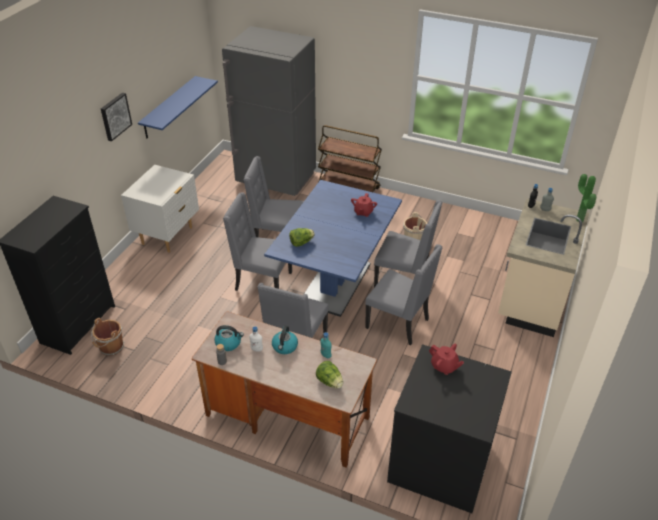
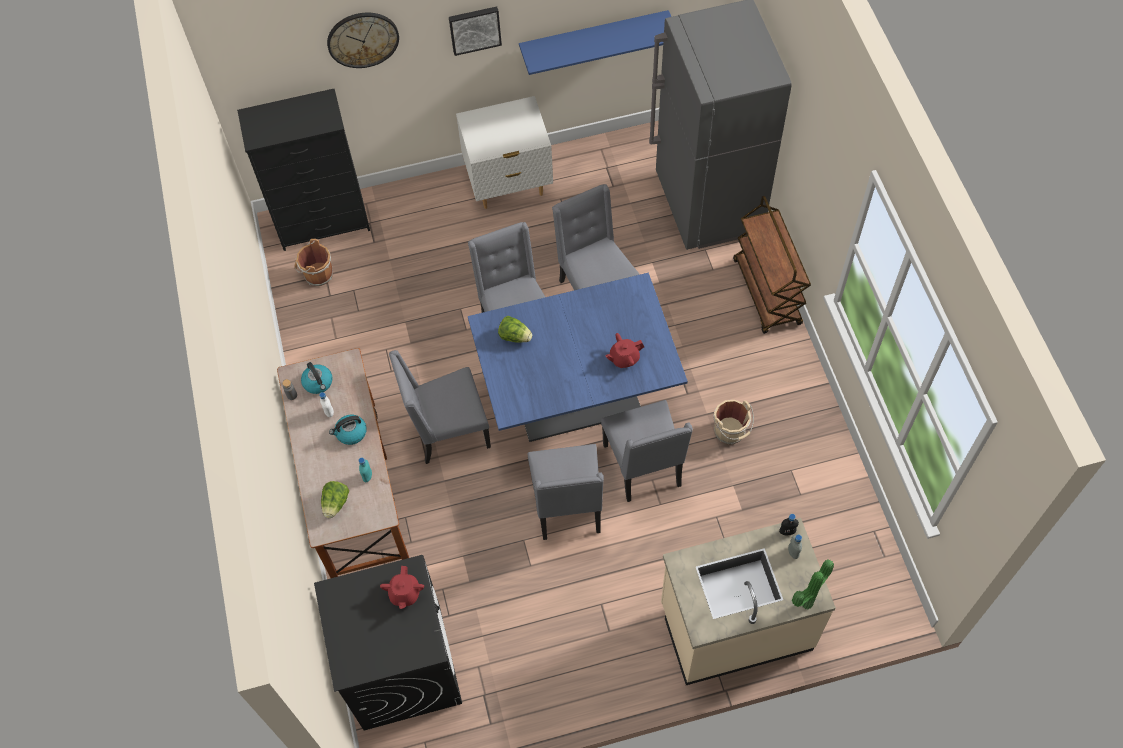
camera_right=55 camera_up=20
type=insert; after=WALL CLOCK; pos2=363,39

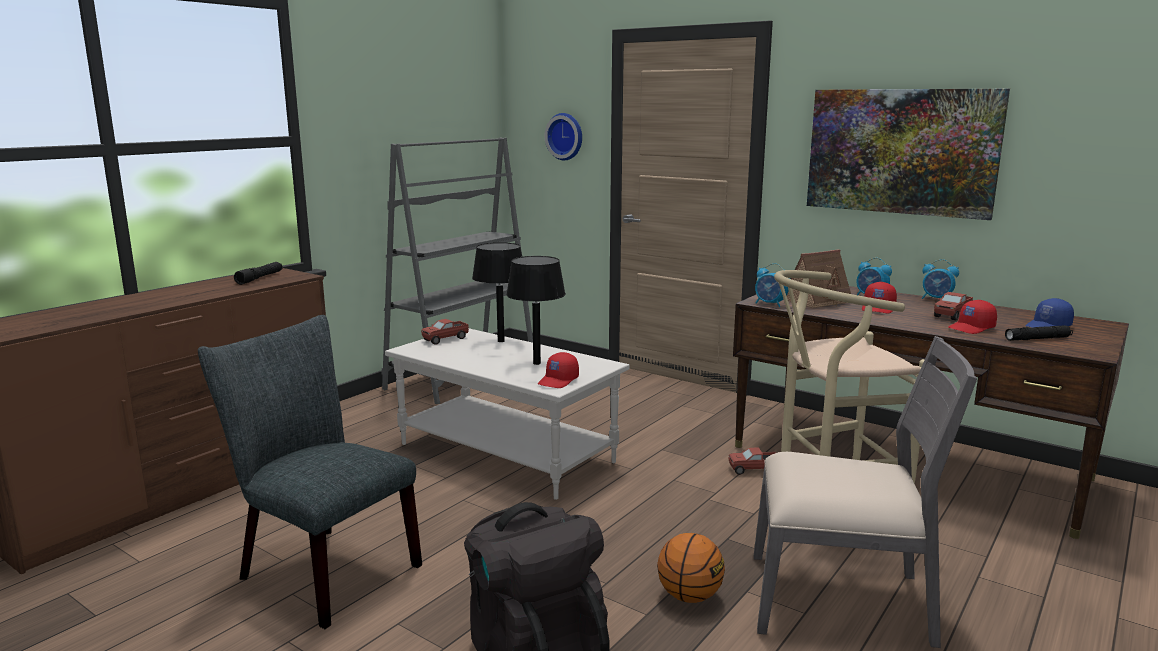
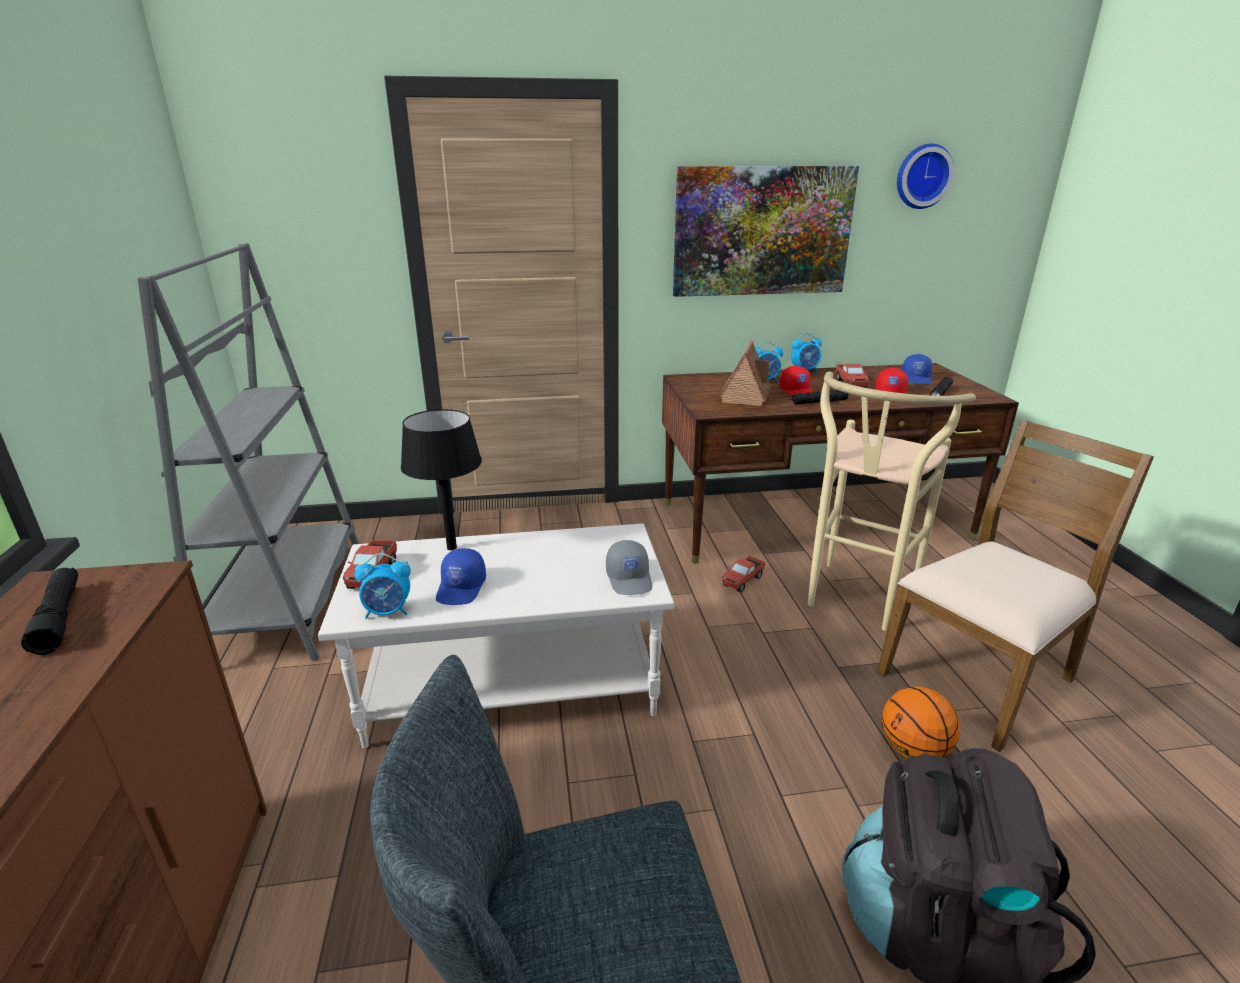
camera_right=-45 camera_up=10
type=delete; before=BLACK TABLE LAMP; pos1=536,363
type=insert; after=BLUE CAP; pos2=462,588
type=insert; after=BLACK FLASHLIGHT; pos2=818,402
type=move; before=WALL CLOCK; pos1=566,136; pos2=922,176
type=move; before=ALARM CLOCK; pos1=770,304; pos2=388,612
type=recolor; before=RED CAP; after=GREY CAP; pos1=559,381; pos2=630,579
type=recolor; before=GREY CHAIR; after=BROWN CHAIR; pos1=840,600; pos2=980,677

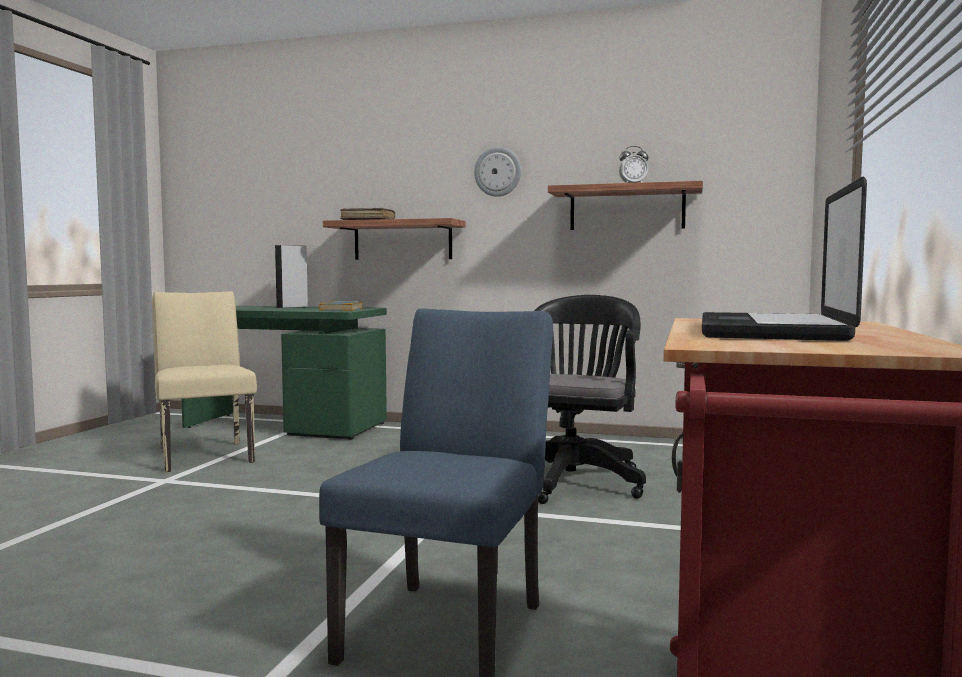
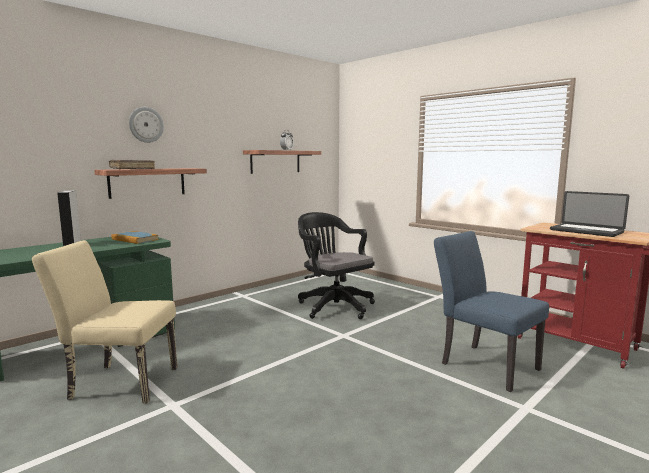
camera_right=-60 camera_up=5
type=move; before=WALL CLOCK; pos1=498,172; pos2=146,124

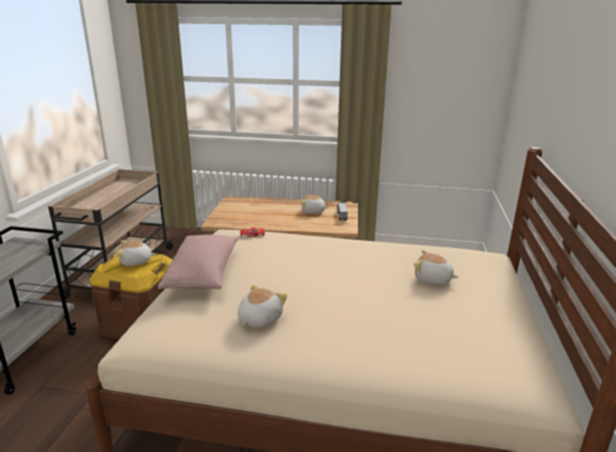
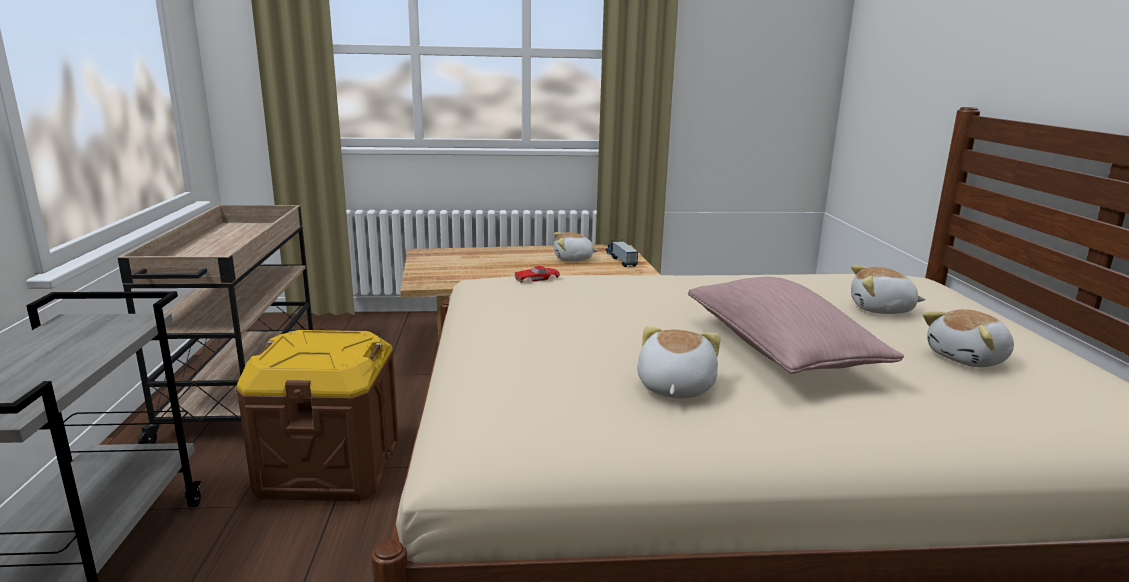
camera_right=-15 camera_up=-5
type=move; before=PLUSH TOY; pos1=136,262; pos2=969,359
type=move; before=PINK PILLOW; pos1=203,274; pos2=779,351

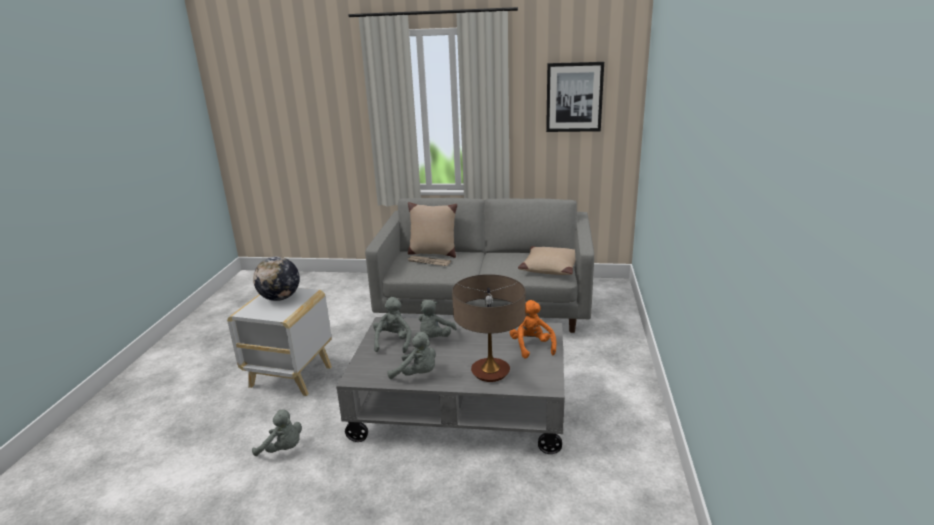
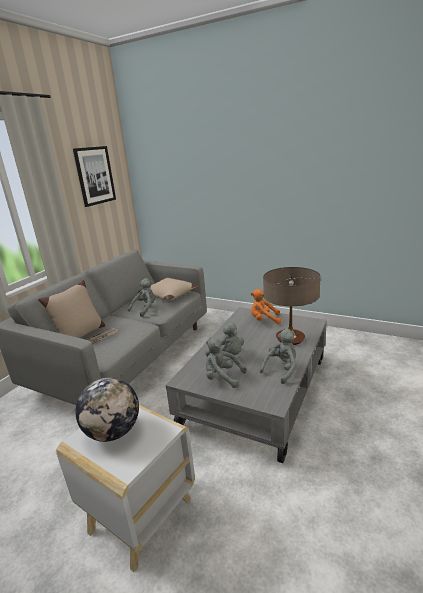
camera_right=-70 camera_up=0
type=move; before=GREY PLUSH TOY; pos1=283,449; pos2=145,309

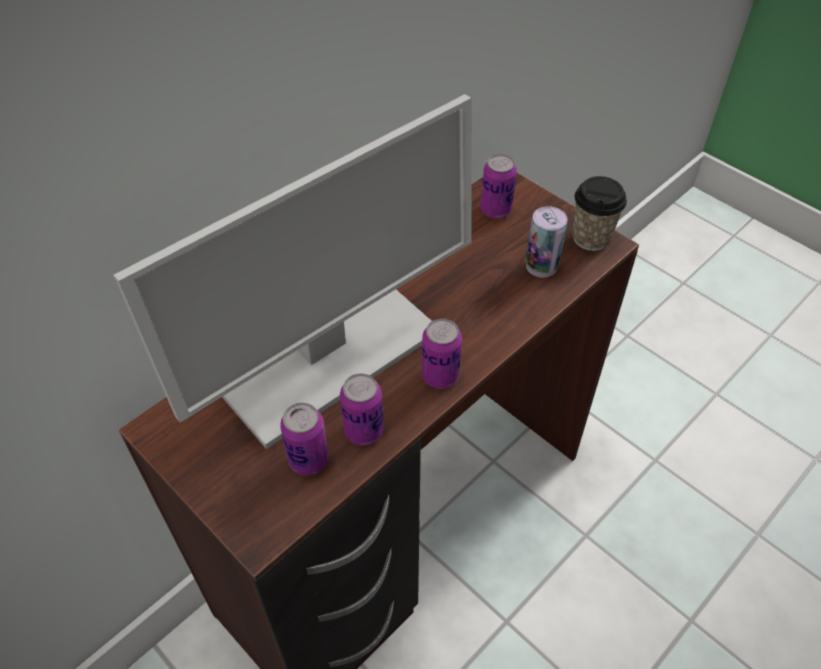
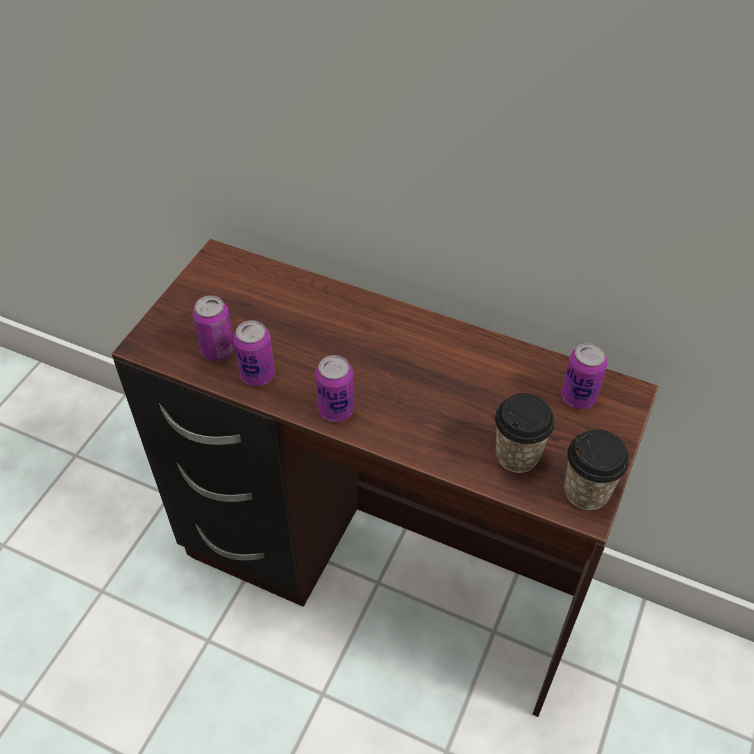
camera_right=70 camera_up=0
type=delete; before=MONITOR; pos1=325,358
type=replace; before=CAN; after=CUP; pos1=541,266; pos2=517,455

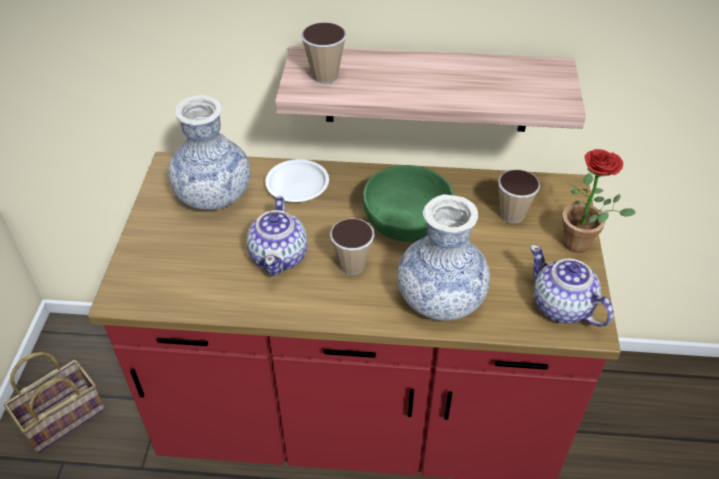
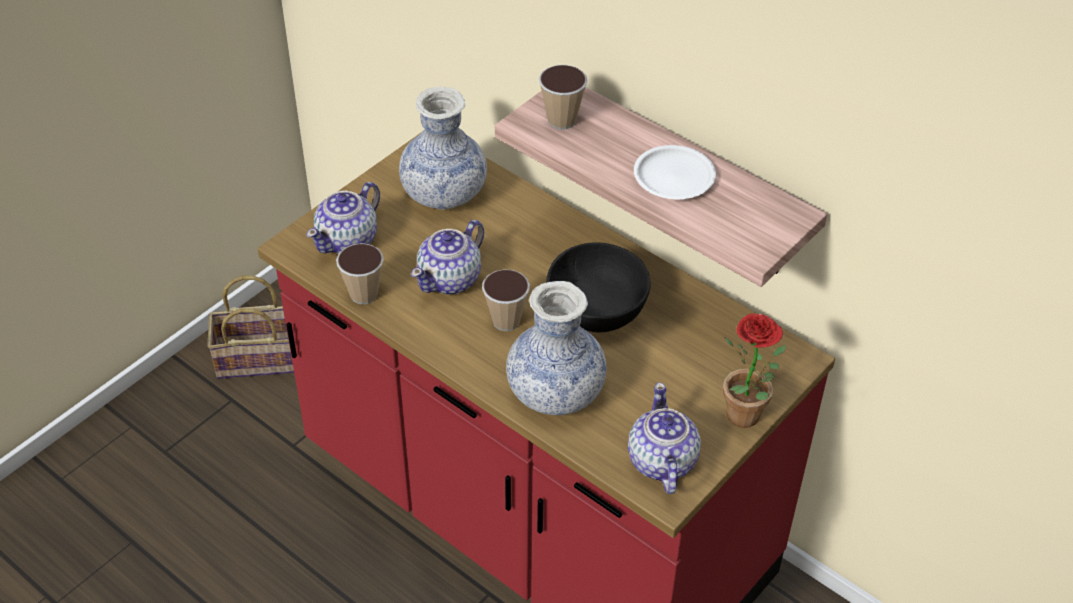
camera_right=35 camera_up=0
type=insert; after=TEAPOT; pos2=348,240
type=move; before=WHITE PLATE; pos1=297,184; pos2=674,177
type=move; before=CUP; pos1=512,215; pos2=363,294
type=recolor; before=GREEN BOWL; after=BLACK BOWL; pos1=407,221; pos2=597,308

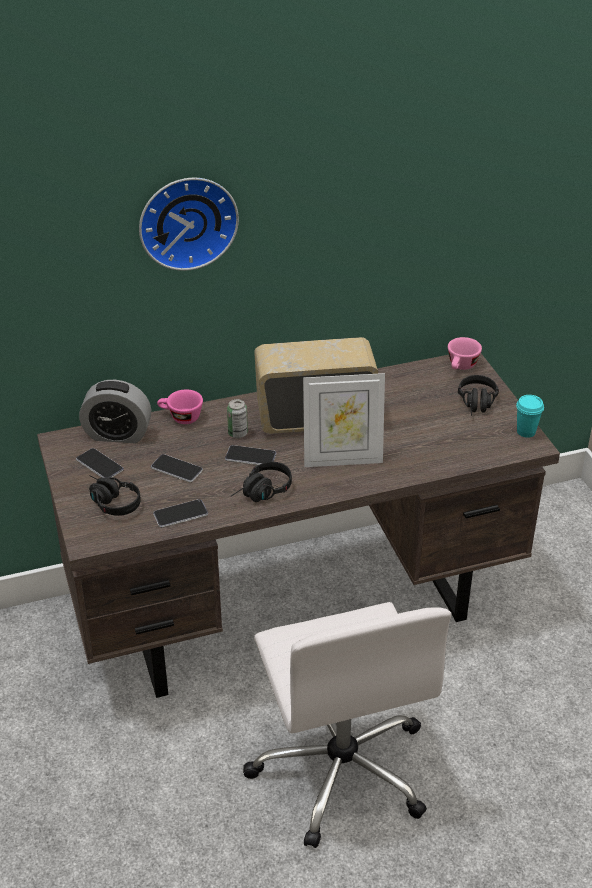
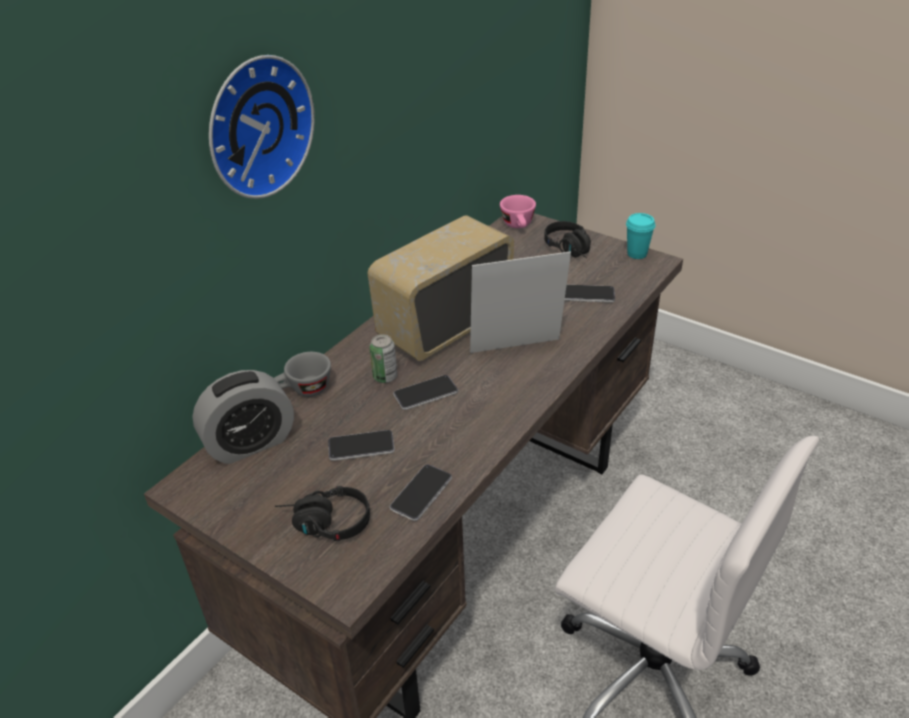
camera_right=-35 camera_up=0
type=delete; before=BLACK HEADPHONES; pos1=262,493
type=move; before=PHONE; pos1=99,465; pos2=587,294
type=recolor; before=PINK CUP; after=GREY CUP; pos1=180,417; pos2=304,390
type=rotate; before=PICTURE FRAME; pos1=342,459; pos2=517,351; turn=-150

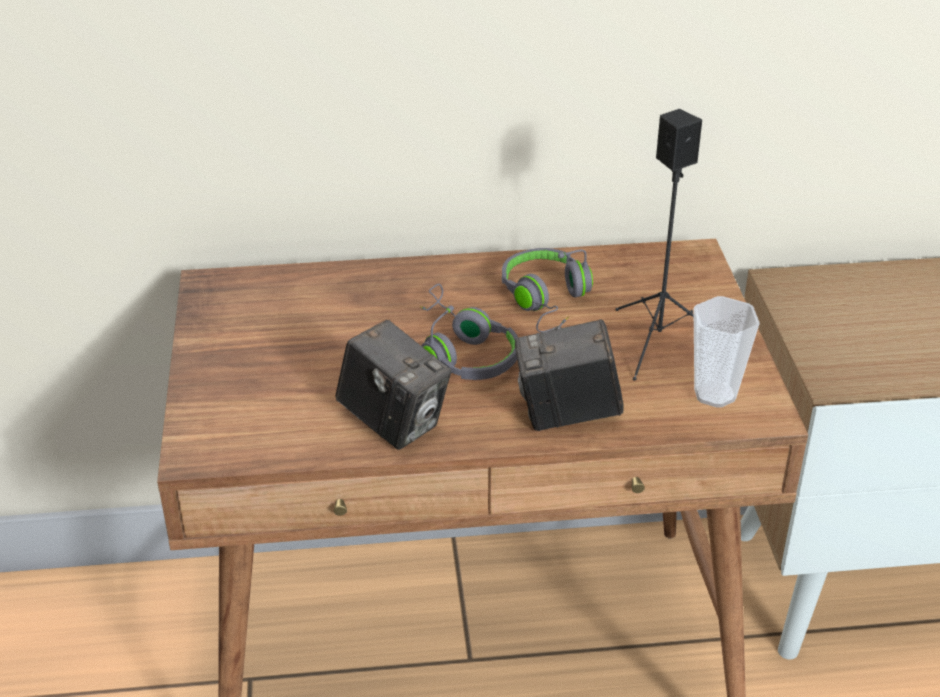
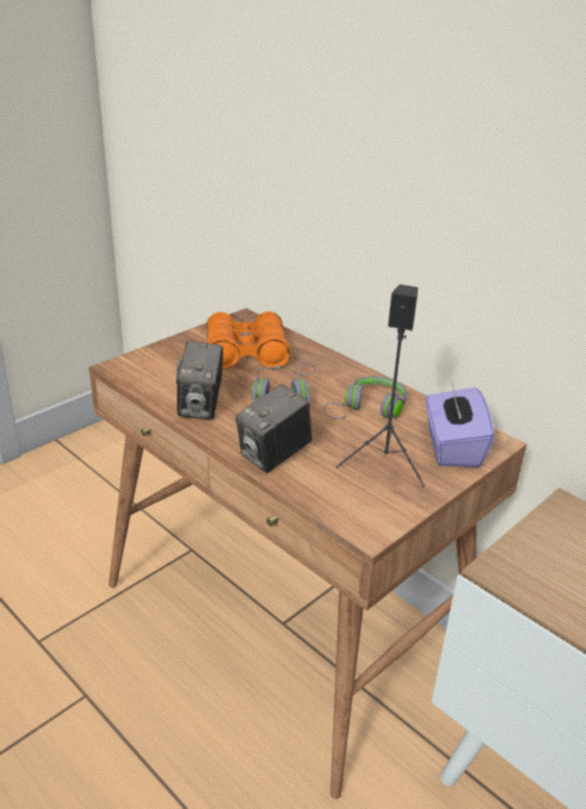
camera_right=50 camera_up=-5
type=delete; before=CUP; pos1=715,394
type=insert; after=ORANGE BINOCULARS; pos2=246,354
type=insert; after=PURPLE TISSUE BOX; pos2=452,447
type=rotate; before=PHOTO CAMERA; pos1=567,414; pos2=274,456; turn=-90

